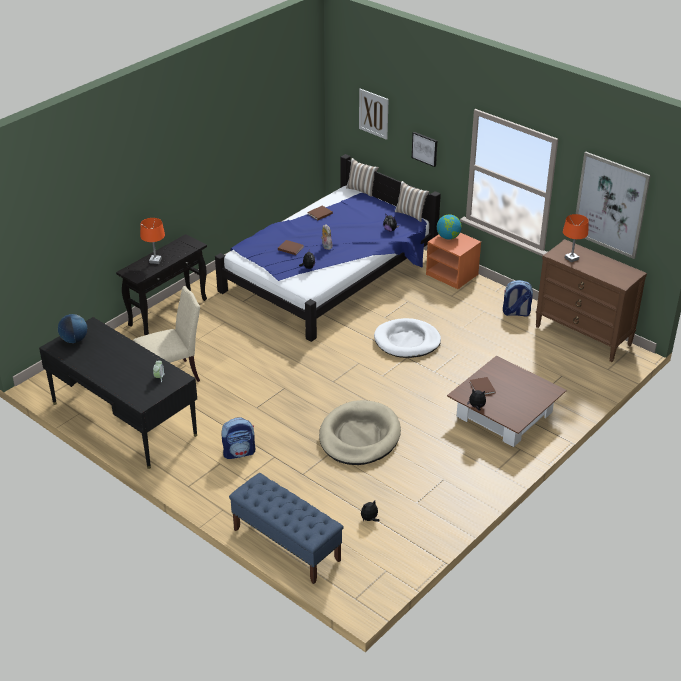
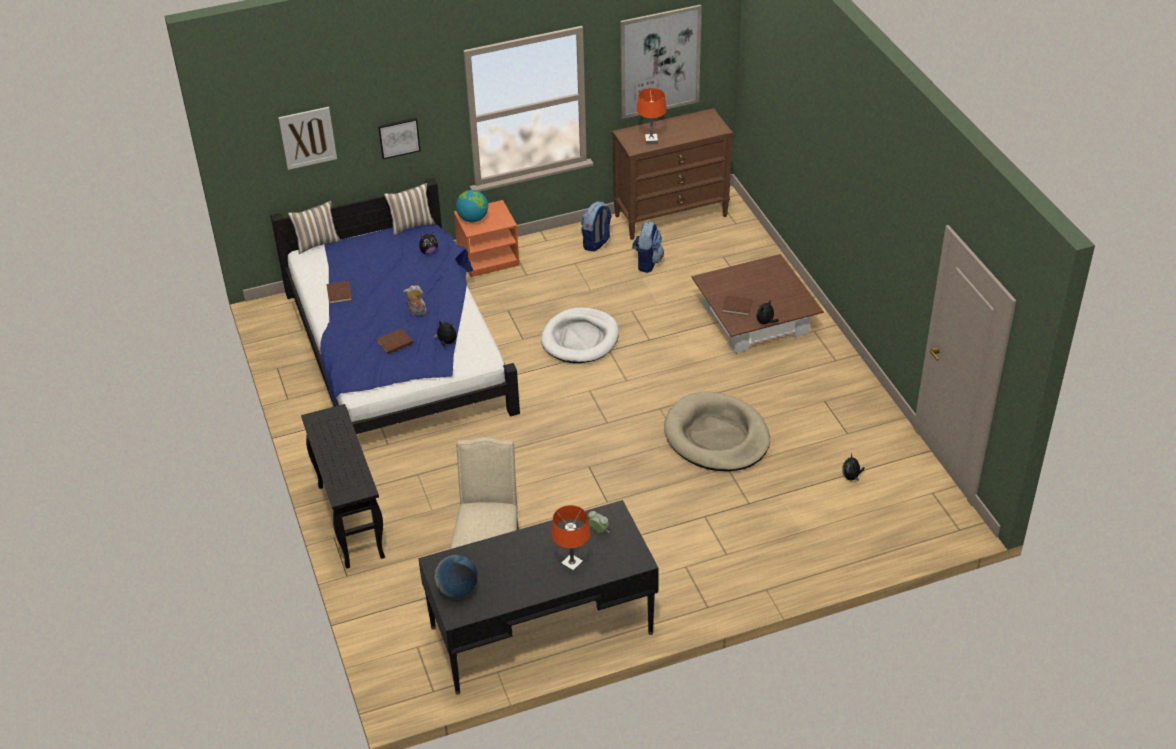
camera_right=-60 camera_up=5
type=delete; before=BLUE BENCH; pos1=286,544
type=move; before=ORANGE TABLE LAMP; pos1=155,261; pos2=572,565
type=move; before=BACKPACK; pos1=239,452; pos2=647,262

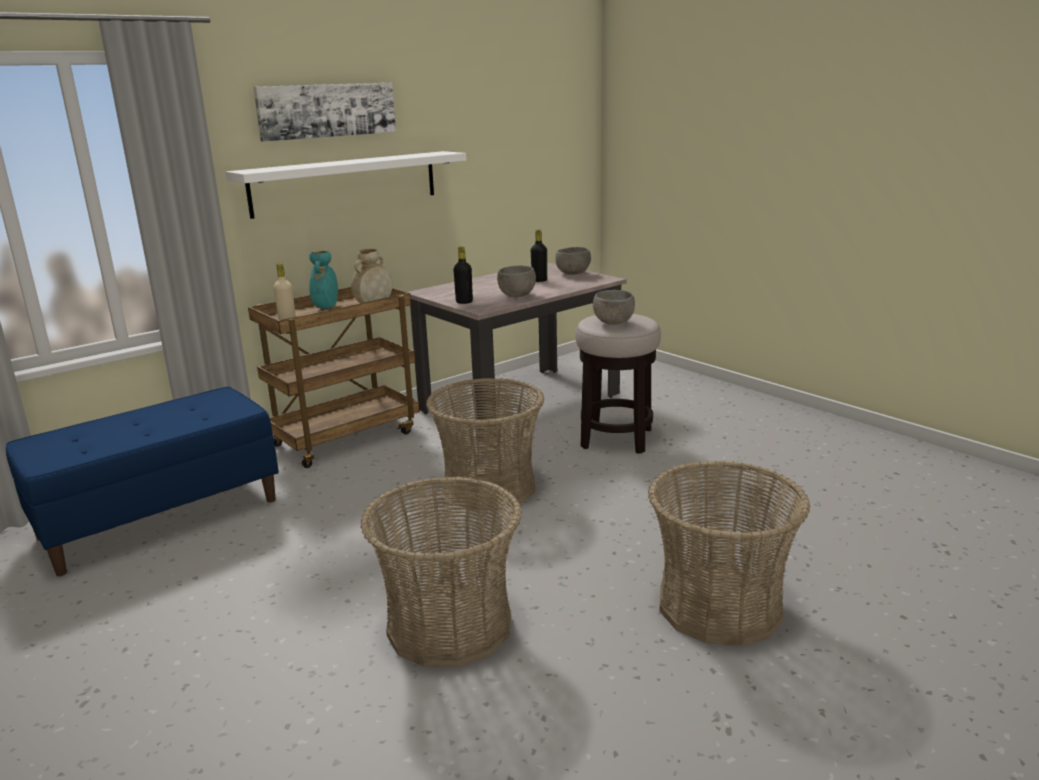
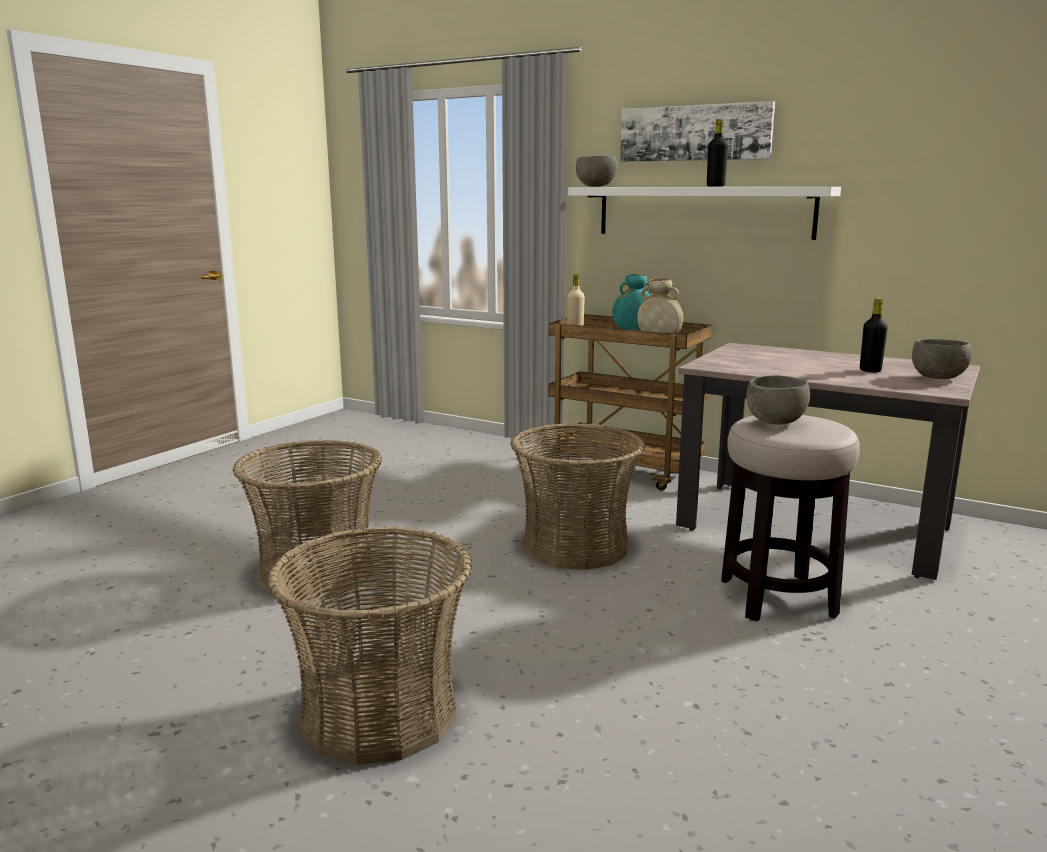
camera_right=70 camera_up=-5
type=delete; before=BLUE BENCH; pos1=161,517
type=move; before=BLACK BOTTLE; pos1=464,302; pos2=715,186
type=move; before=GREY BOWL; pos1=516,295; pos2=596,186

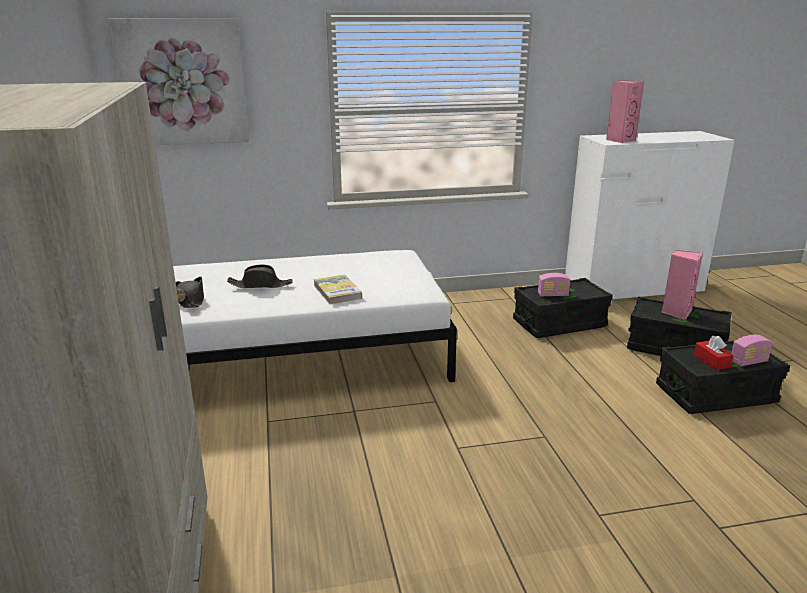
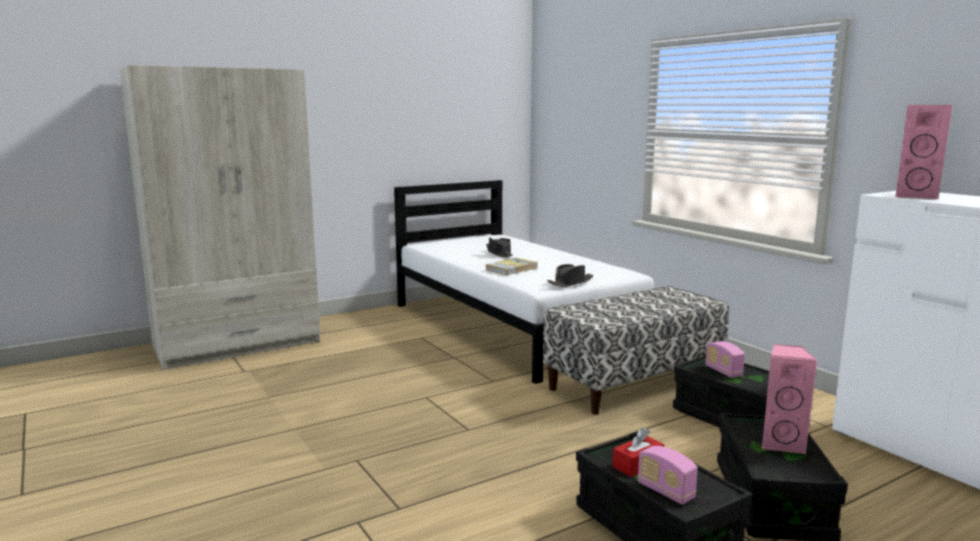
camera_right=70 camera_up=-10
type=delete; before=PICTURE; pos1=182,82
type=insert; after=BENCH; pos2=634,383
type=move; before=BLACK HAT; pos1=190,299; pos2=570,283

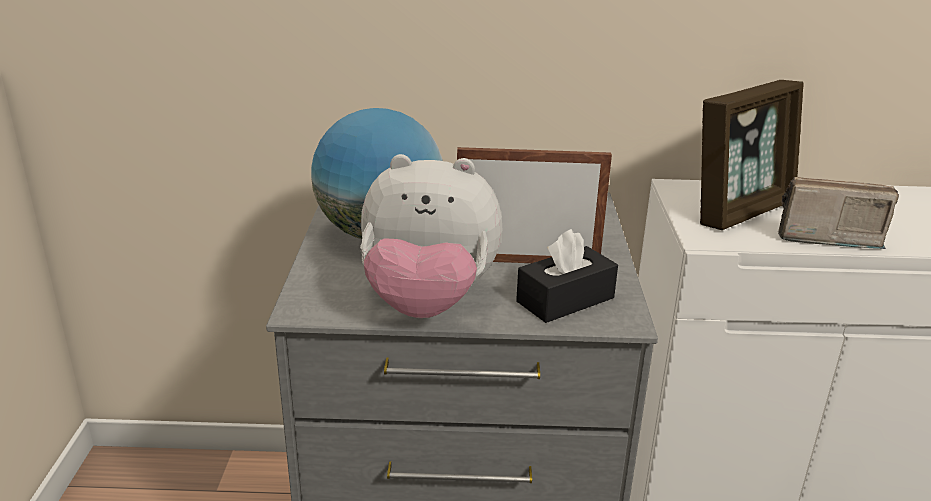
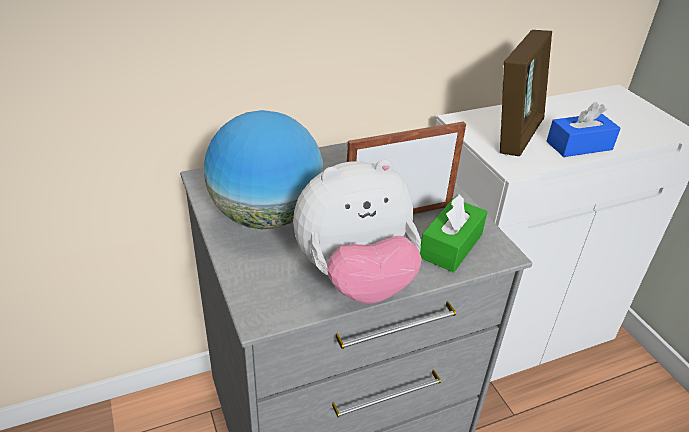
camera_right=-25 camera_up=10
type=replace; before=RADIO; after=BLUE TISSUE BOX; pos1=822,236; pos2=579,145
type=recolor; before=BLACK TISSUE BOX; after=GREEN TISSUE BOX; pos1=565,300; pos2=451,246

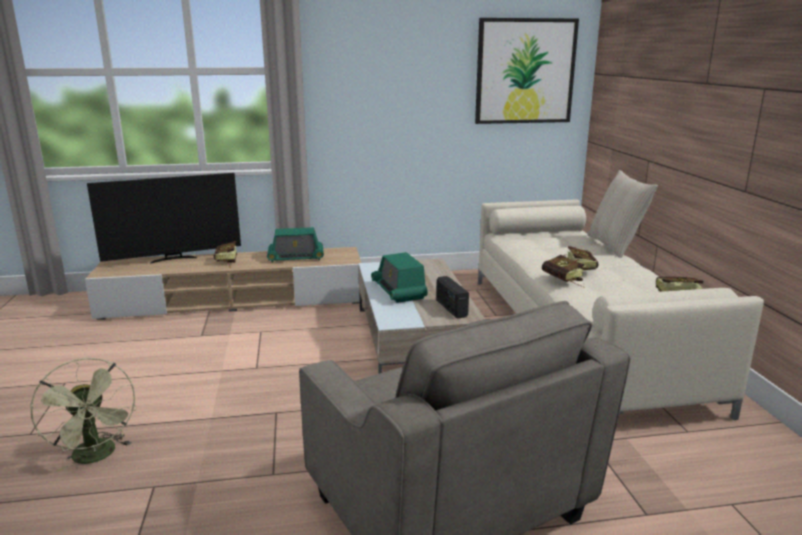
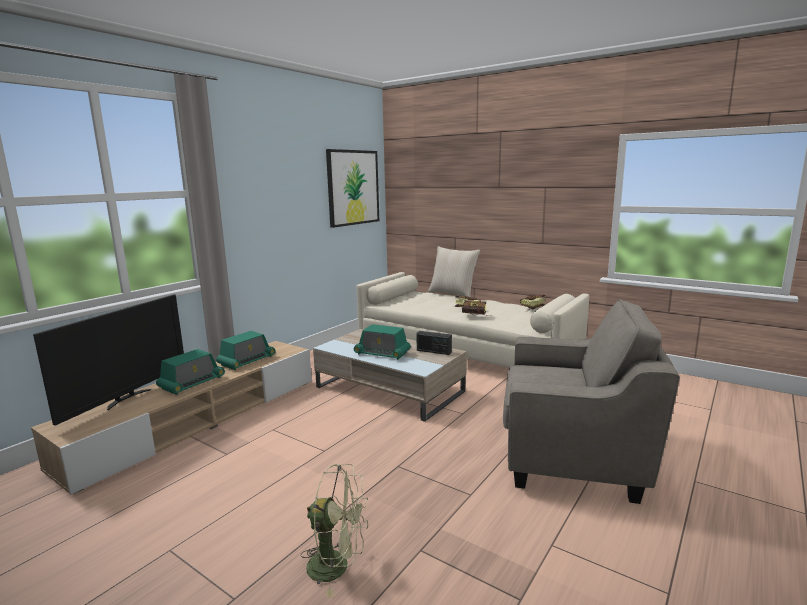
camera_right=-45 camera_up=-5
type=replace; before=BOOK; after=RADIO; pos1=226,262; pos2=192,383

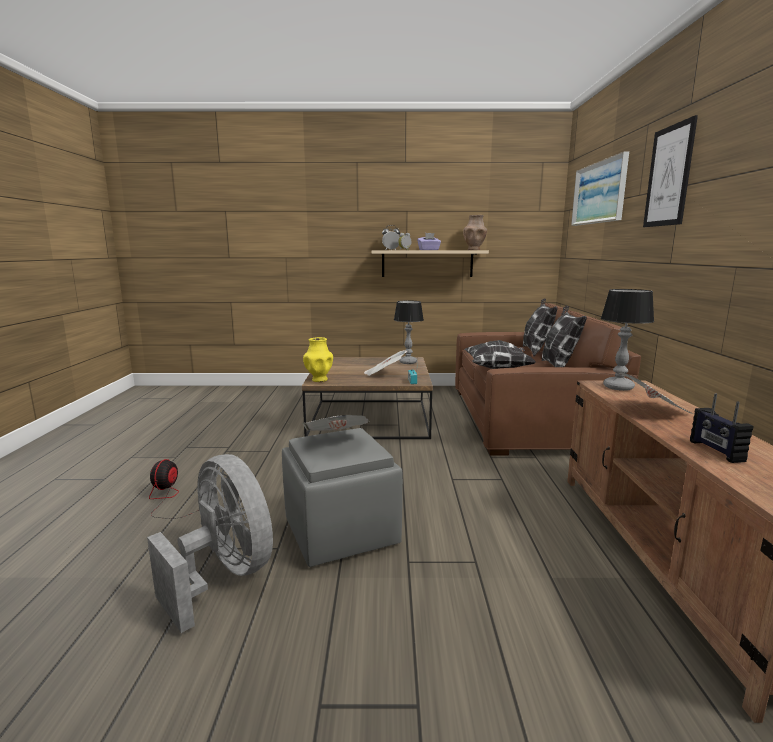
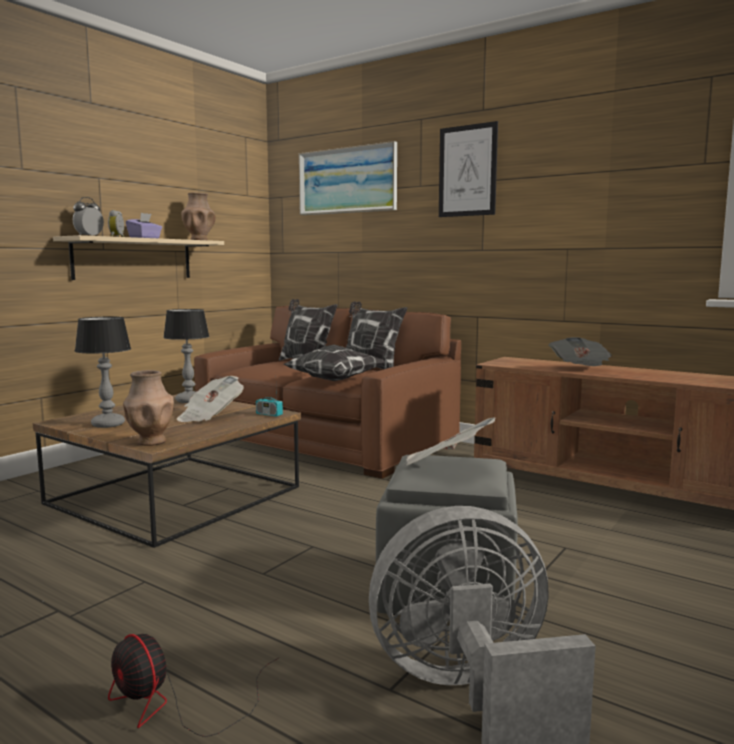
camera_right=-55 camera_up=-5
type=delete; before=RADIO; pos1=715,451
type=move; before=TABLE LAMP; pos1=618,387; pos2=108,424
type=recolor; before=YELLOW VASE; after=BROWN VASE; pos1=319,380; pos2=150,442

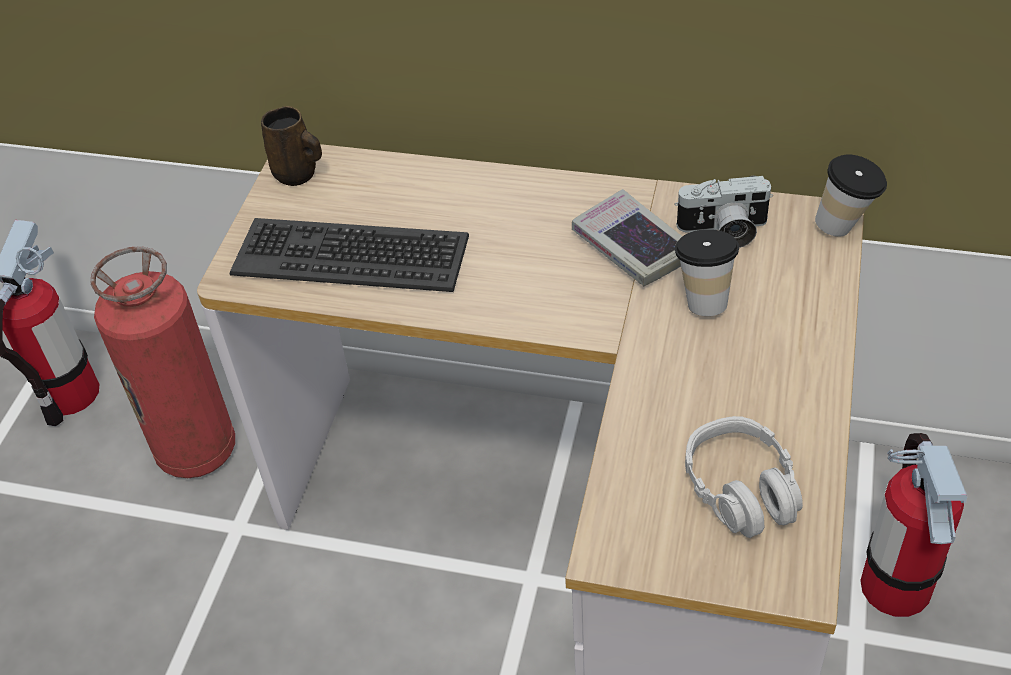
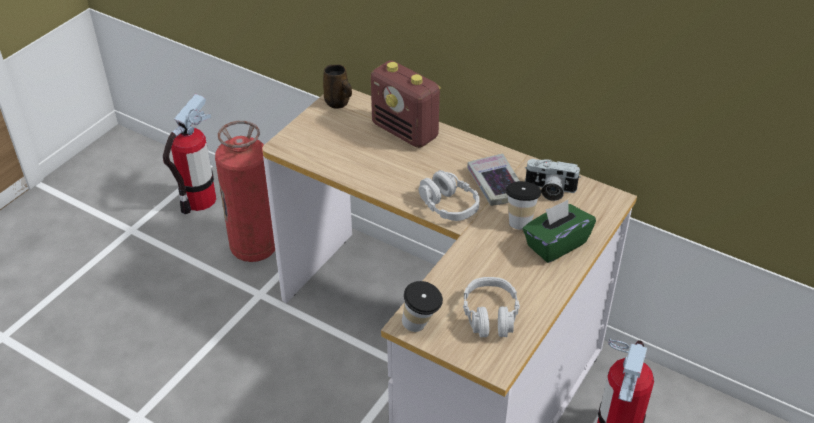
camera_right=15 camera_up=-5
type=delete; before=KEYBOARD; pos1=351,255
type=insert; after=RADIO; pos2=405,131
type=insert; after=GREY HEADPHONES; pos2=448,205
type=insert; after=GREEN TISSUE BOX; pos2=555,244
type=move; before=CUP; pos1=845,226; pos2=421,326

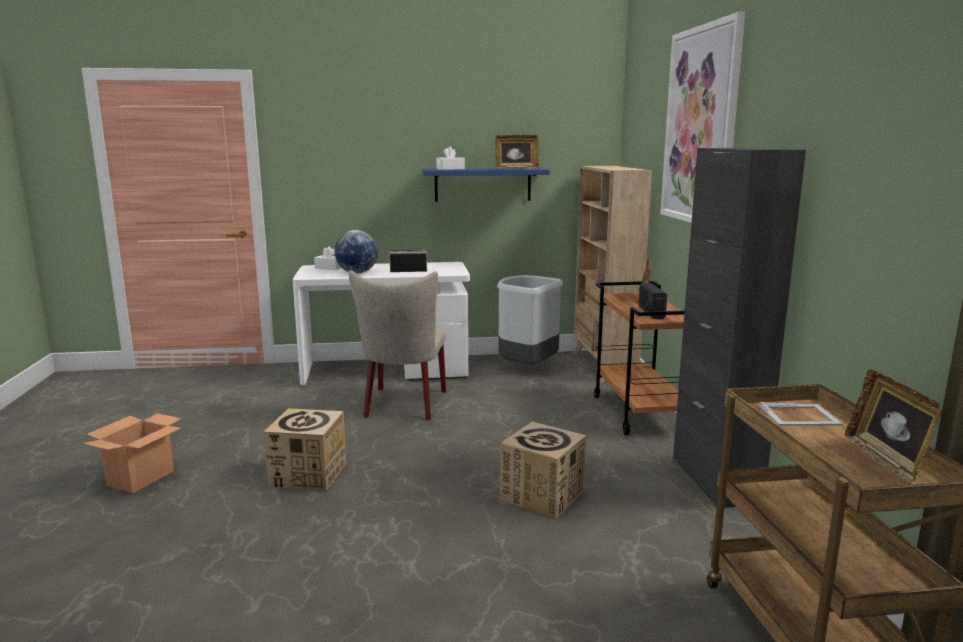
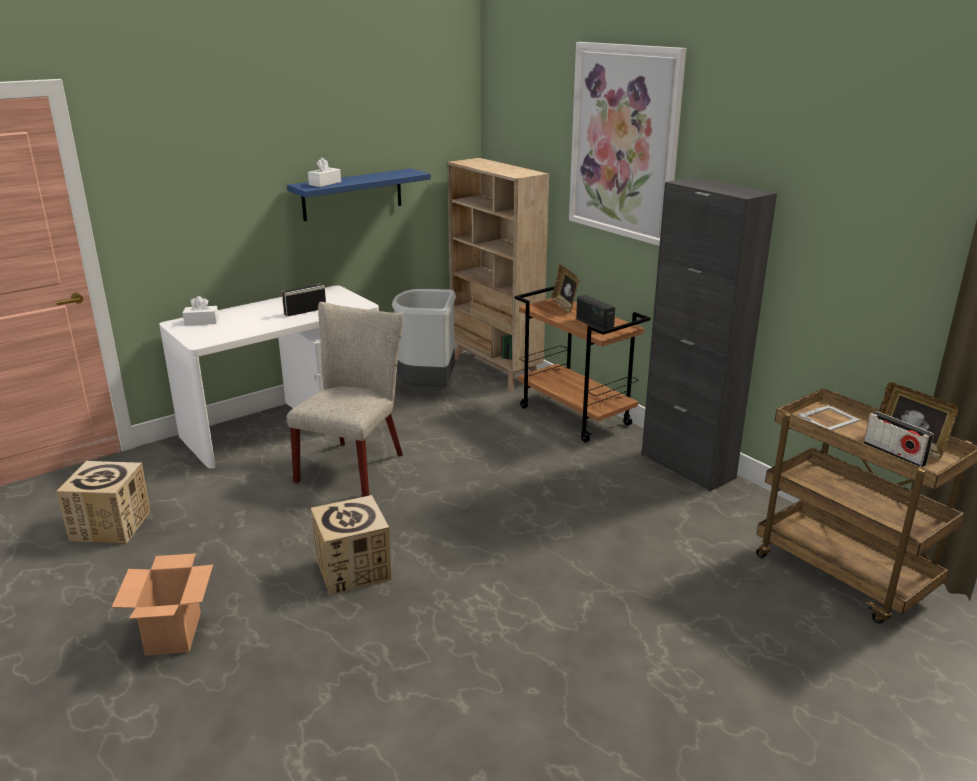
camera_right=-30 camera_up=10
type=delete; before=GLOBE; pos1=357,273
type=delete; before=PICTURE FRAME; pos1=516,168
type=insert; after=RADIO; pos2=894,454
type=move; before=CARDBOARD BOX; pos1=542,496; pos2=111,526
type=rotate; before=BEIGE CHAIR; pos1=403,406; pos2=355,465; turn=-135

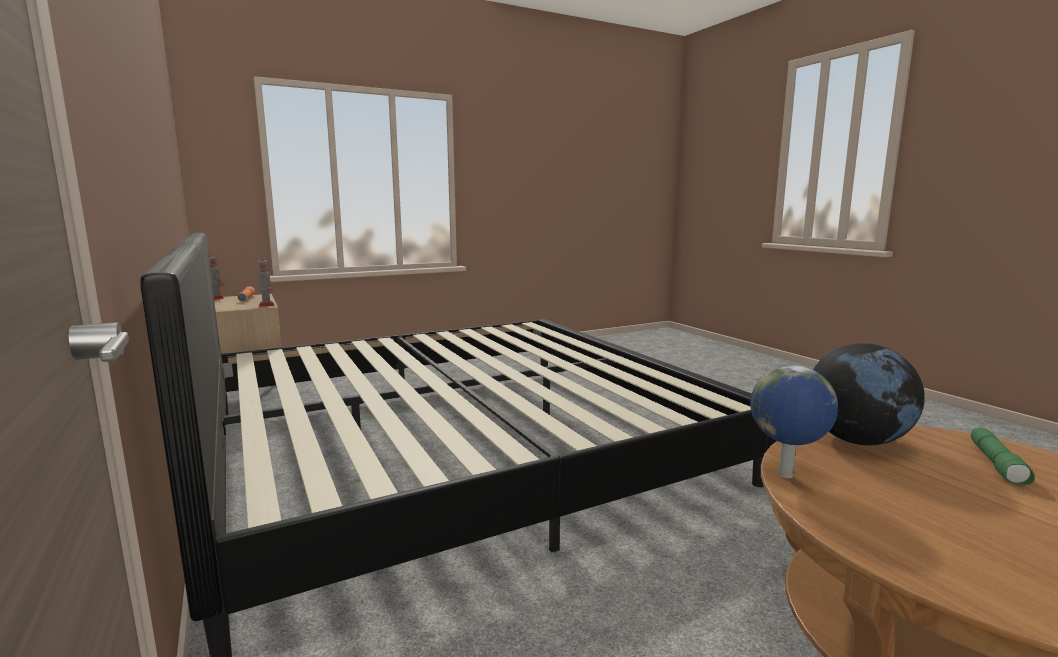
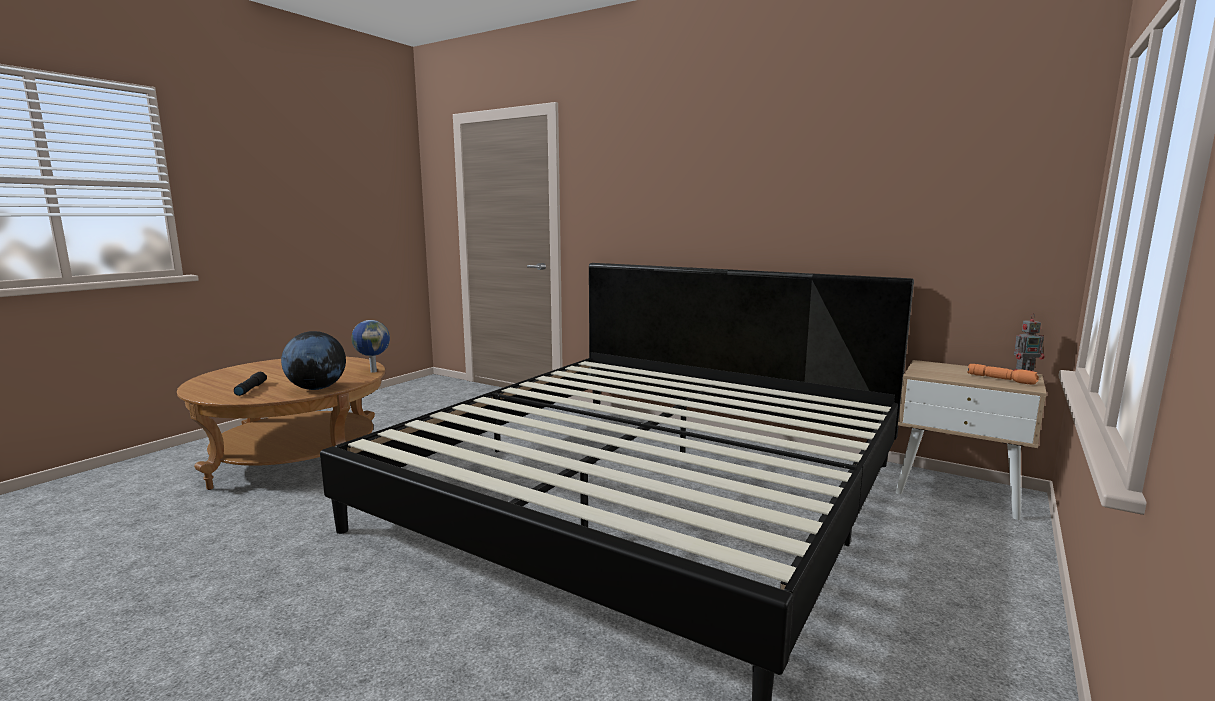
camera_right=150 camera_up=0
type=delete; before=TOY ROBOT; pos1=266,305
type=recolor; before=GREEN FLASHLIGHT; after=BLACK FLASHLIGHT; pos1=998,464; pos2=250,389

